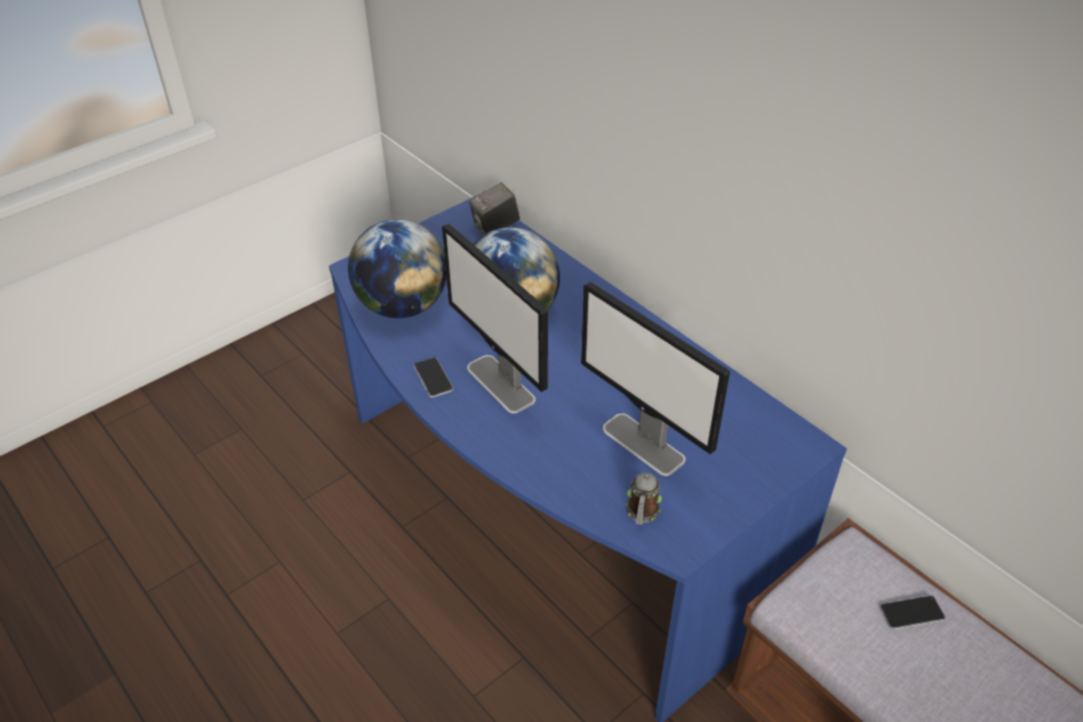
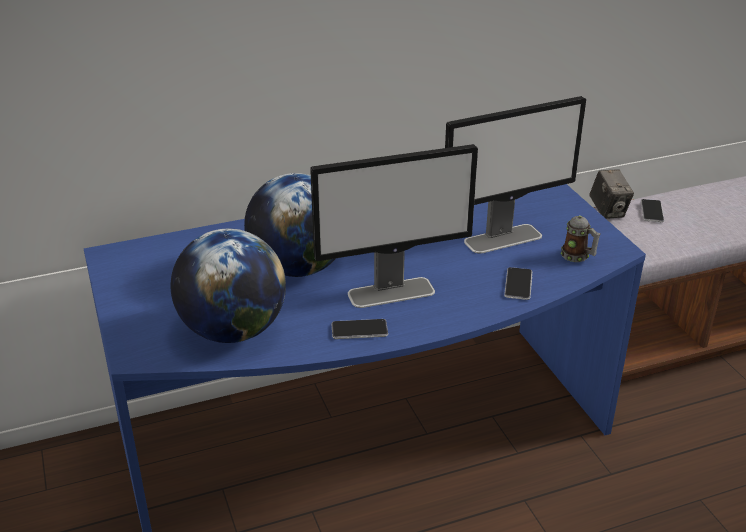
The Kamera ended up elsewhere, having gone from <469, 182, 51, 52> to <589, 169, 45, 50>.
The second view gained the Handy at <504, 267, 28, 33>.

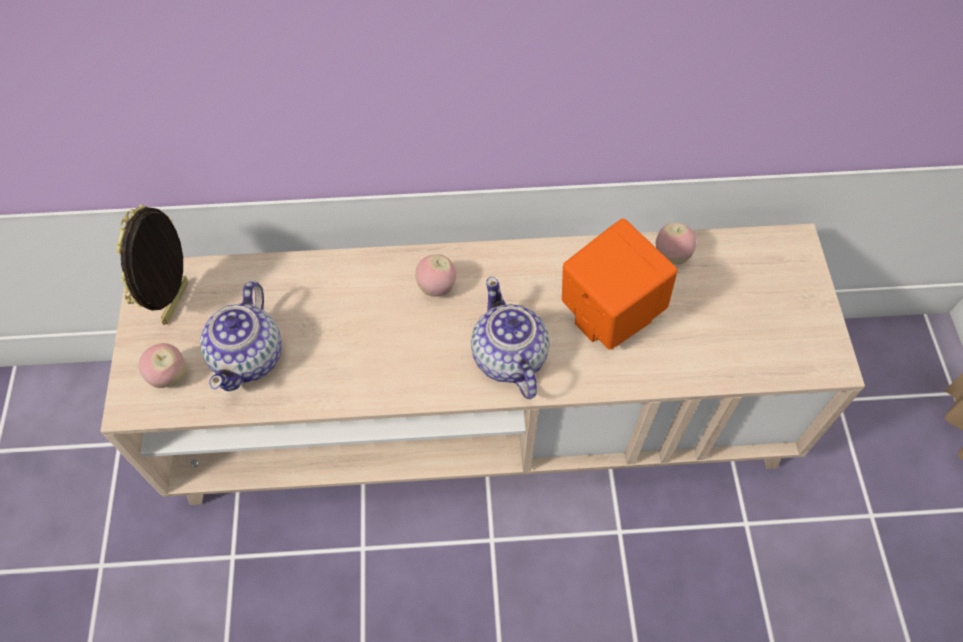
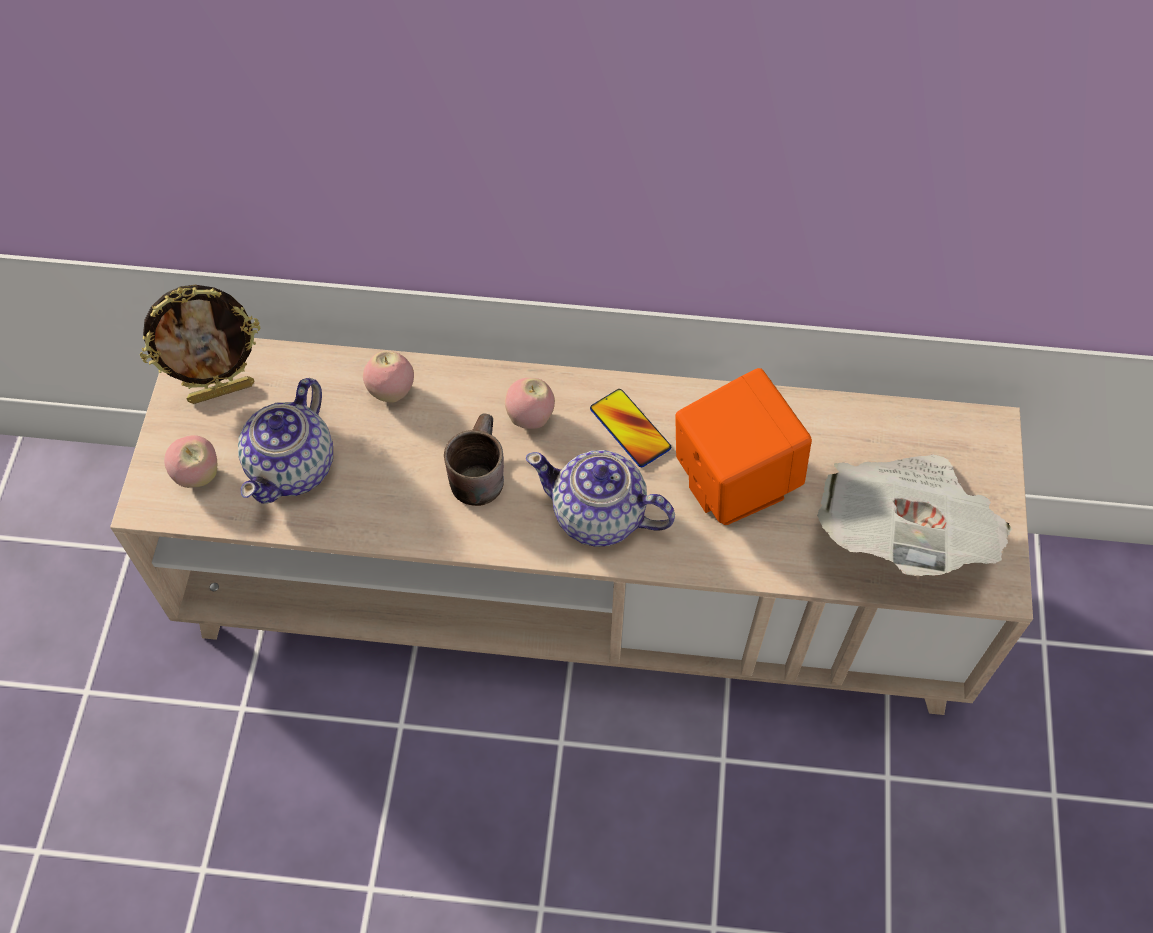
The Bilderrahmen at <116, 204, 72, 121> ended up facing another way, 135 degrees counterclockwise from before.
The Teekanne at <471, 277, 79, 122> ended up facing another way, 60 degrees counterclockwise from before.
The Apfel ended up elsewhere, having gone from <656, 223, 41, 41> to <363, 351, 51, 52>.
The second view gained the Henkelbecher [braun] at <444, 413, 60, 93>.
The second view gained the Handy at <590, 389, 81, 78>.
The second view gained the Zeitung at <817, 454, 195, 122>.

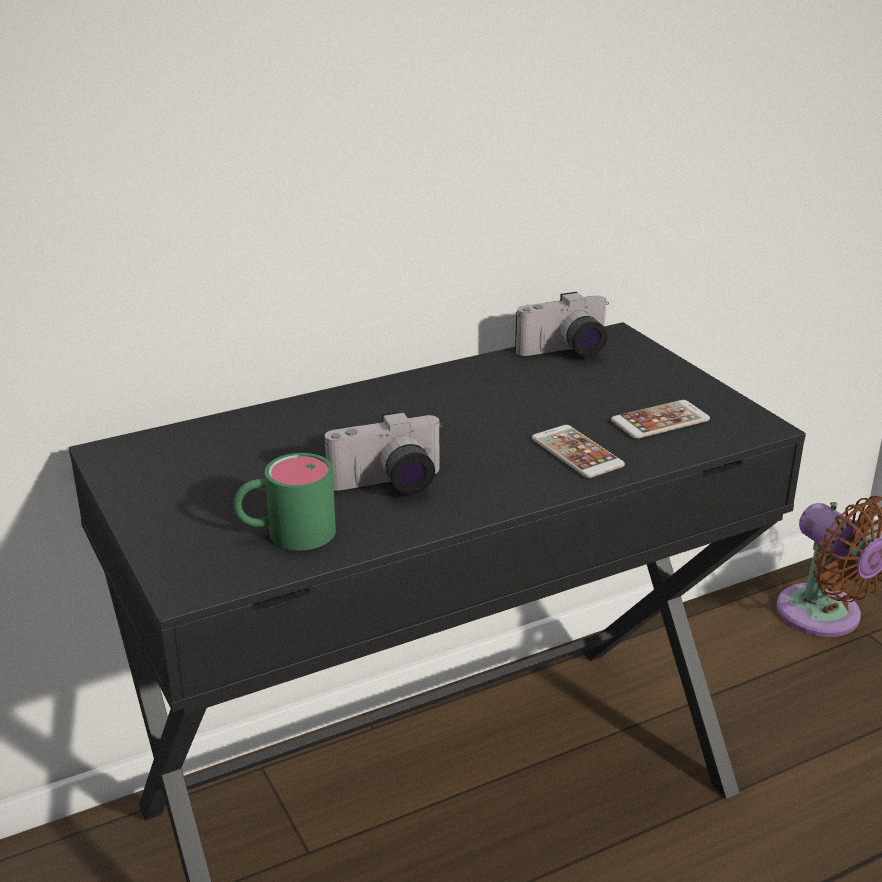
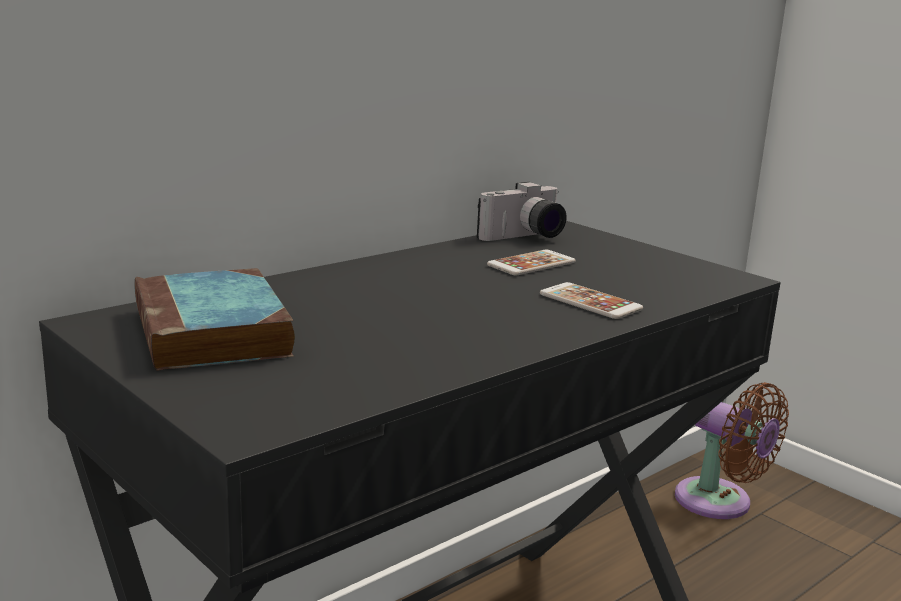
The second view lost the Henkelbecher [grün] at <233, 453, 103, 97>.
The second view lost the Kamera at <325, 411, 118, 83>.
The Handy ended up elsewhere, having gone from <611, 400, 99, 39> to <487, 250, 88, 25>.
The second view gained the Buch at <134, 268, 161, 103>.

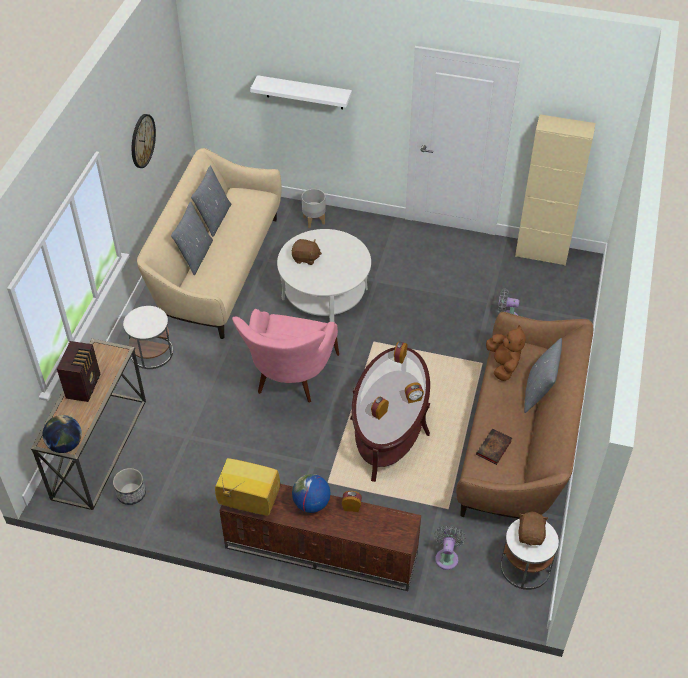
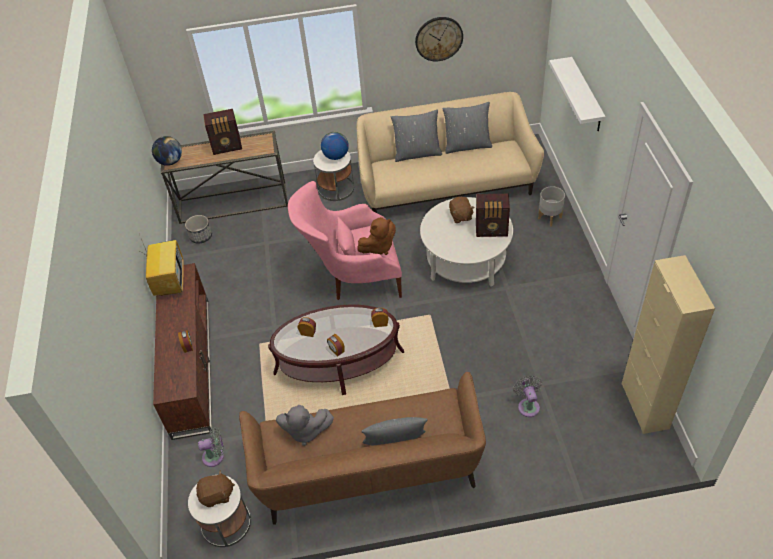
The Globus ended up elsewhere, having gone from <292, 474, 38, 39> to <321, 132, 28, 28>.
Where the Buch stood at <476, 428, 36, 37>, the Plüschtier [grau] came to stand at <276, 405, 58, 41>.
The Plüschtier [braun] ended up elsewhere, having gone from <486, 325, 40, 56> to <357, 217, 39, 38>.
The second view gained the Radio at <476, 194, 34, 43>.

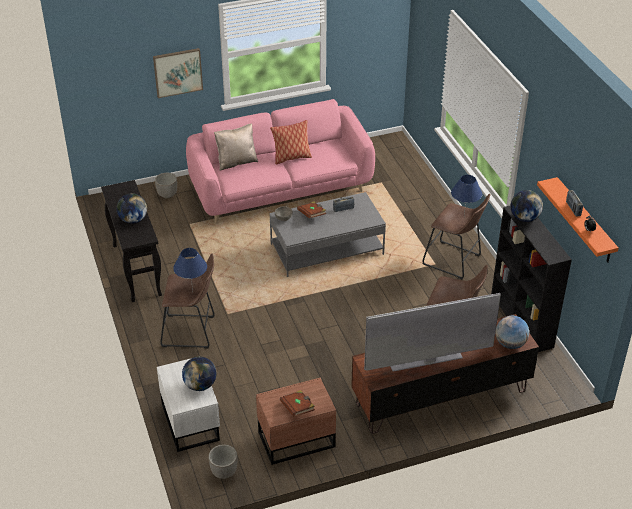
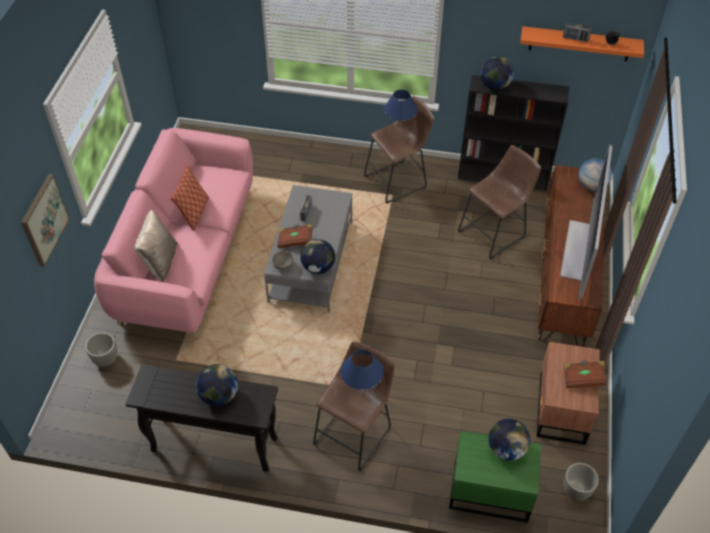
What was the Nachttisch [weiß] at <157, 356, 63, 96> turned into the Nachttisch [grün] at <449, 431, 92, 92>.
The second view gained the Globus at <300, 239, 35, 35>.

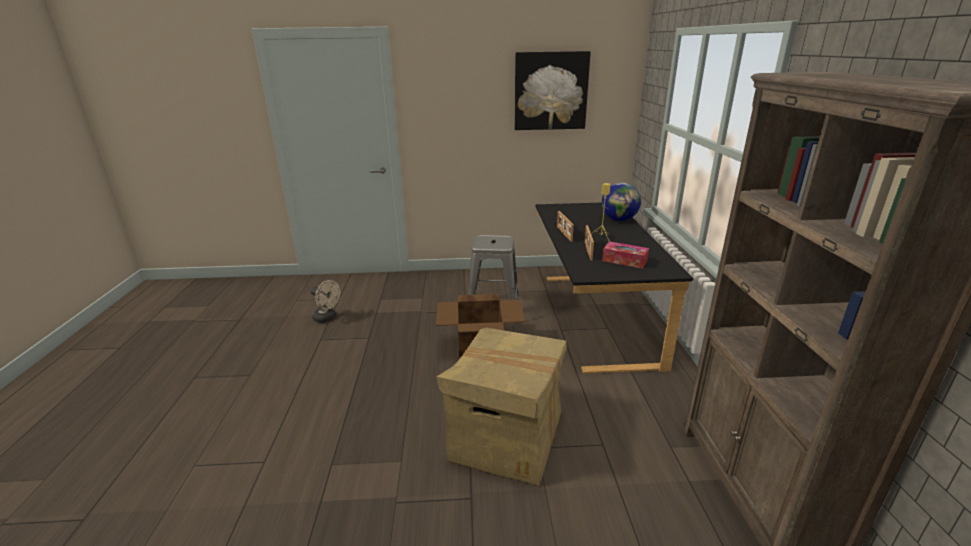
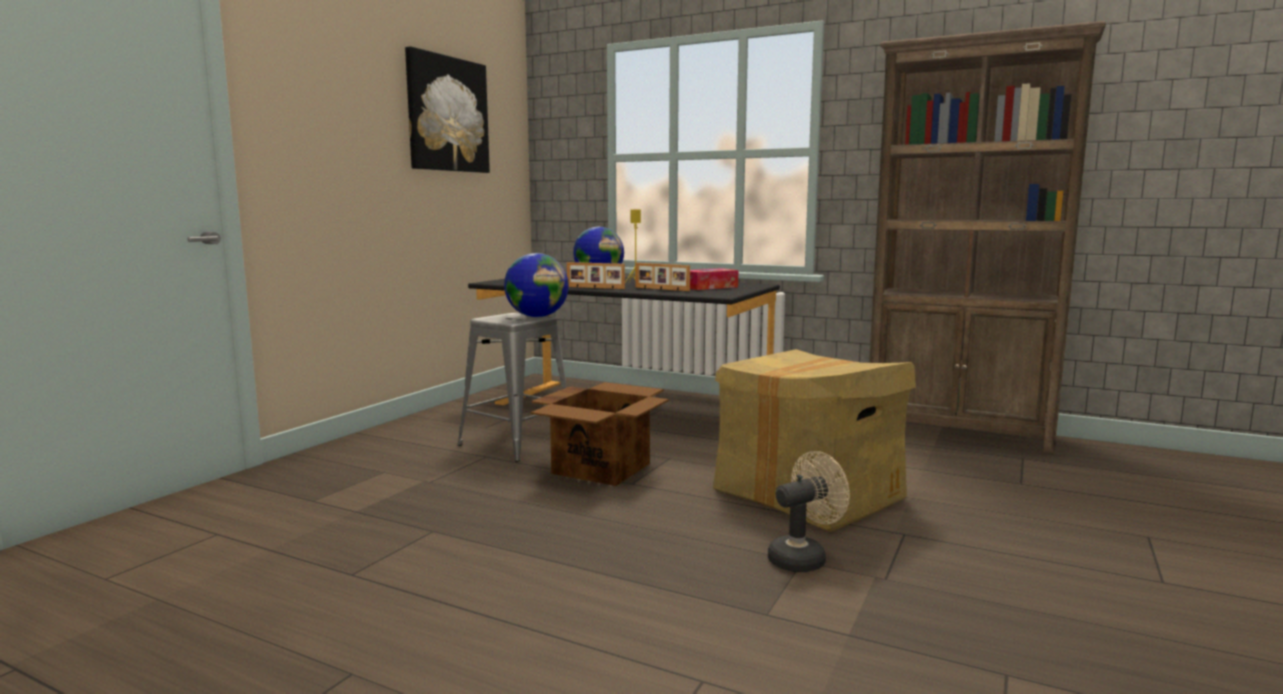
The Ventilator [beige] ended up elsewhere, having gone from <311, 280, 29, 43> to <768, 451, 82, 121>.
The second view gained the Globus at <504, 253, 65, 64>.

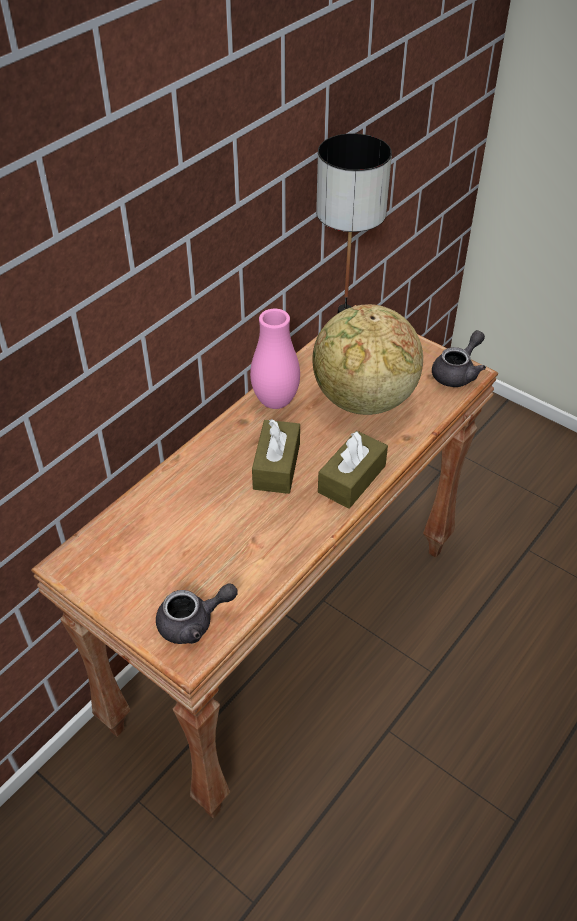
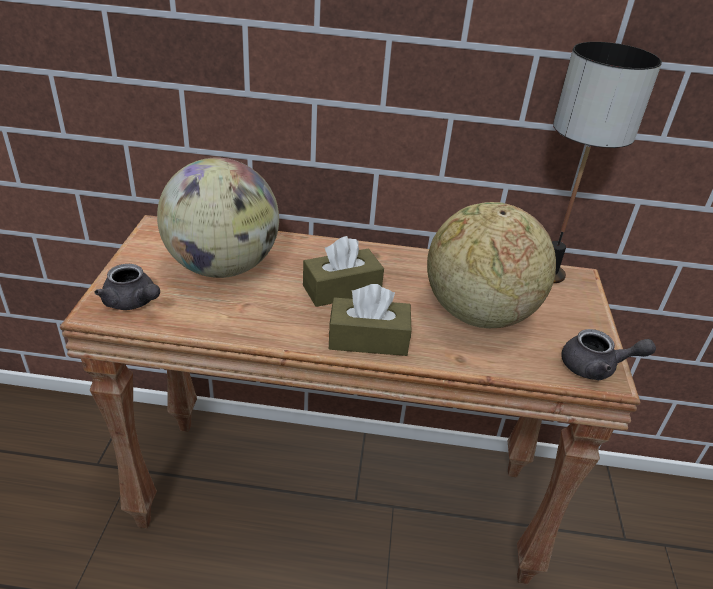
The second view lost the Vase [rosa] at <250, 309, 50, 100>.
The second view gained the Globus at <157, 158, 122, 120>.

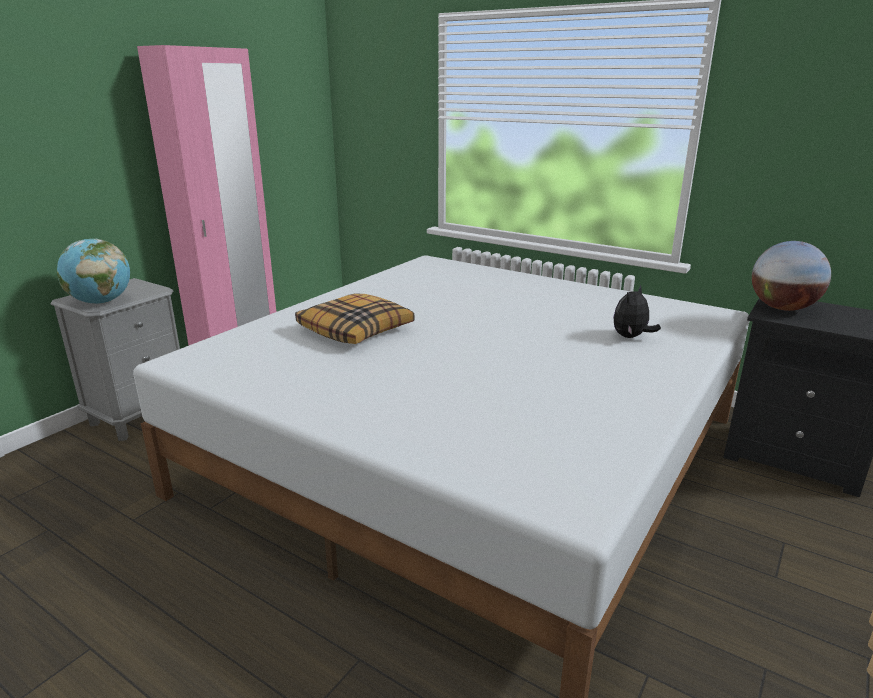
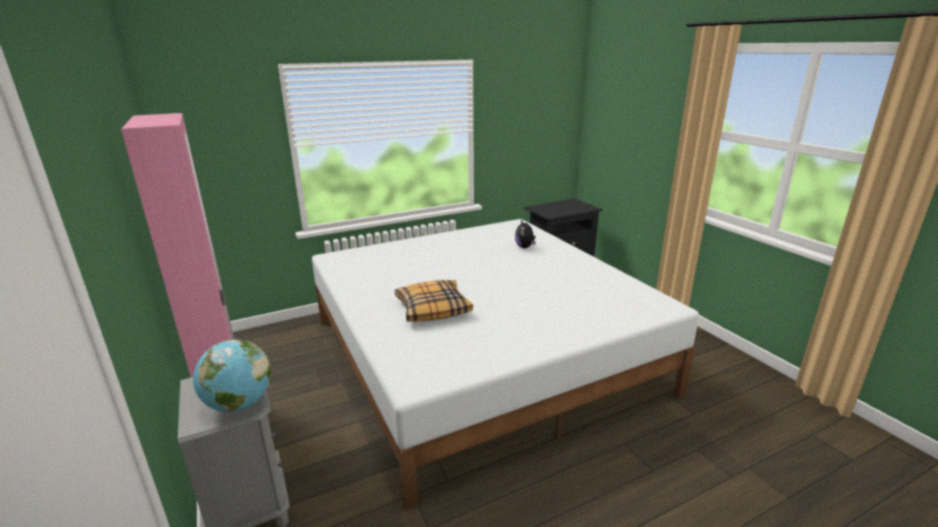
The second view lost the Globus at <752, 241, 79, 70>.

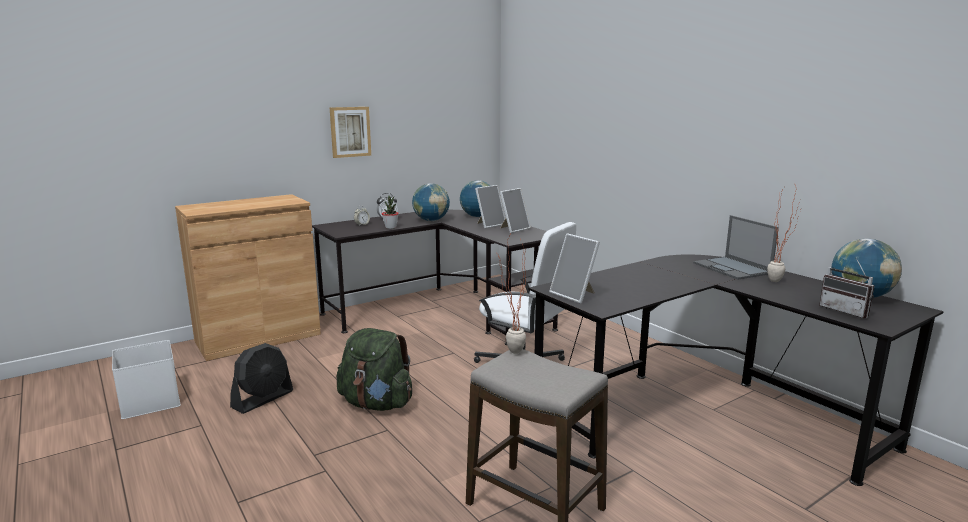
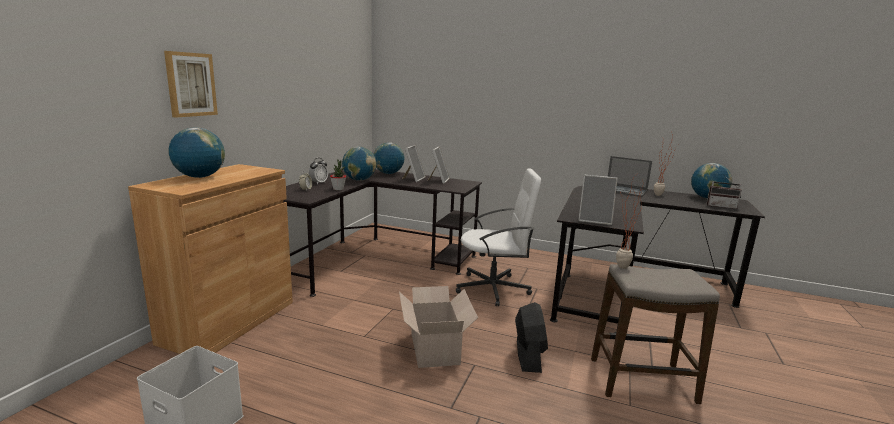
The Ventilator [schwarz] ended up elsewhere, having gone from <230, 343, 63, 71> to <515, 302, 33, 71>.
The Bild ended up elsewhere, having gone from <330, 107, 41, 51> to <164, 51, 54, 67>.
Where the Rucksack [grün] stood at <337, 328, 75, 83>, the Karton came to stand at <399, 286, 79, 82>.
The second view gained the Globus at <168, 128, 57, 50>.

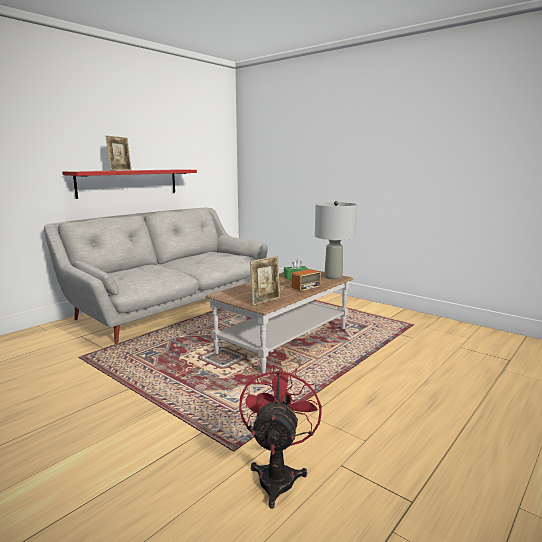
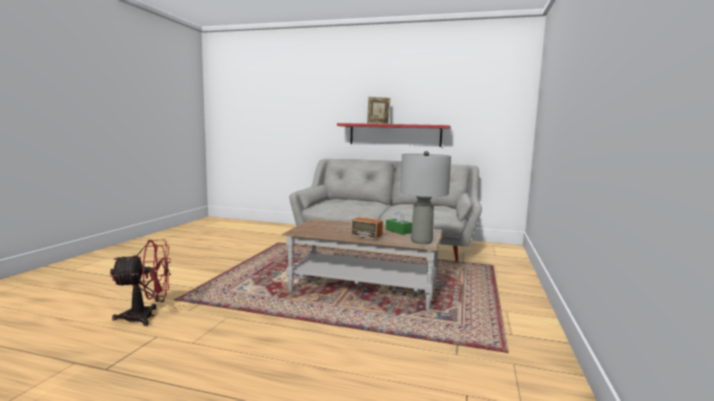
The second view lost the Bilderrahmen at <250, 256, 30, 50>.

